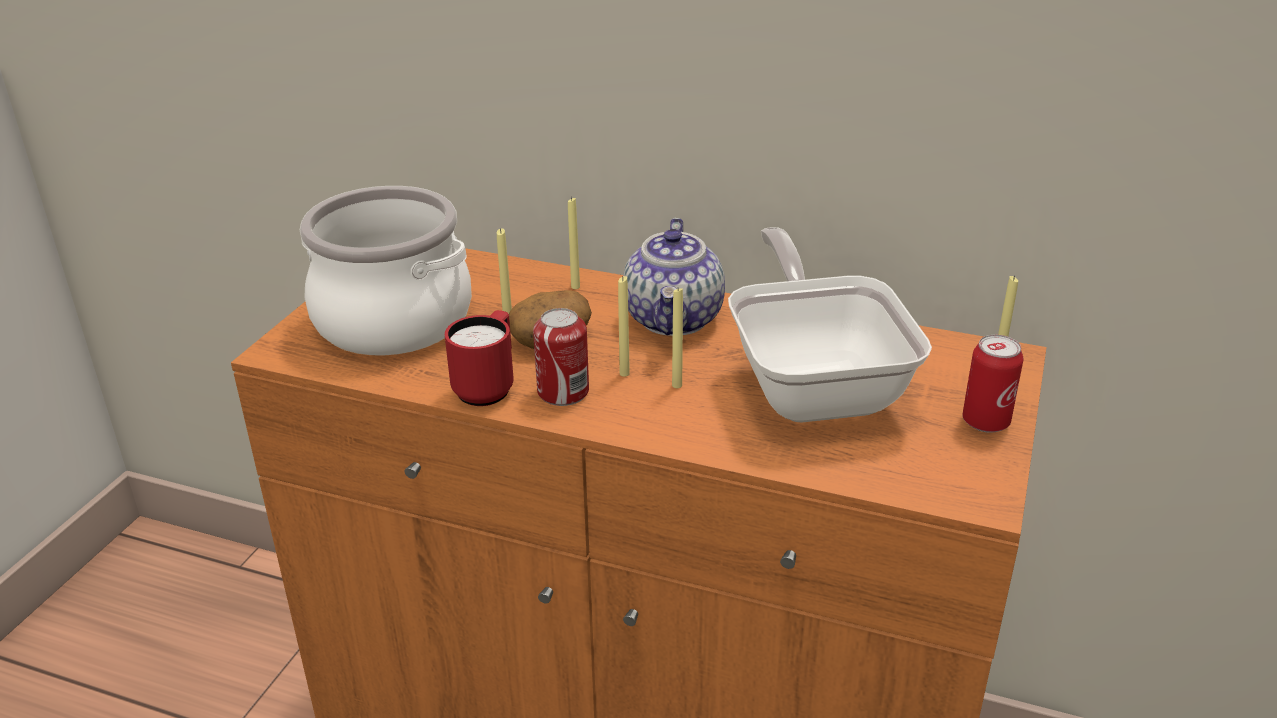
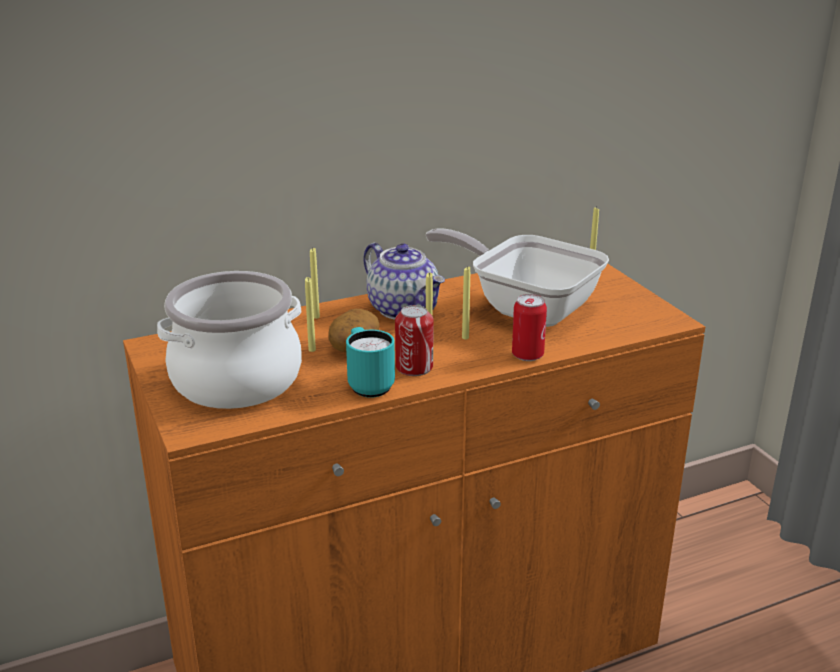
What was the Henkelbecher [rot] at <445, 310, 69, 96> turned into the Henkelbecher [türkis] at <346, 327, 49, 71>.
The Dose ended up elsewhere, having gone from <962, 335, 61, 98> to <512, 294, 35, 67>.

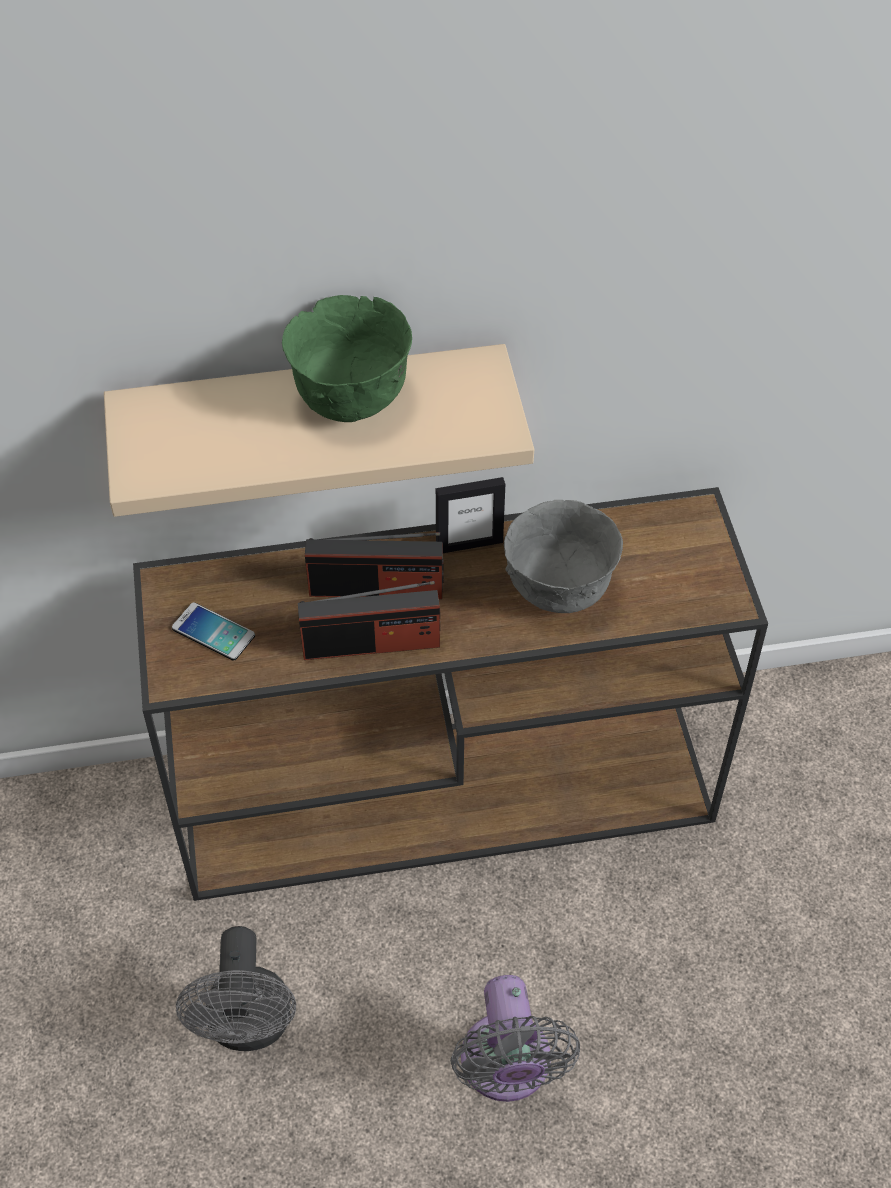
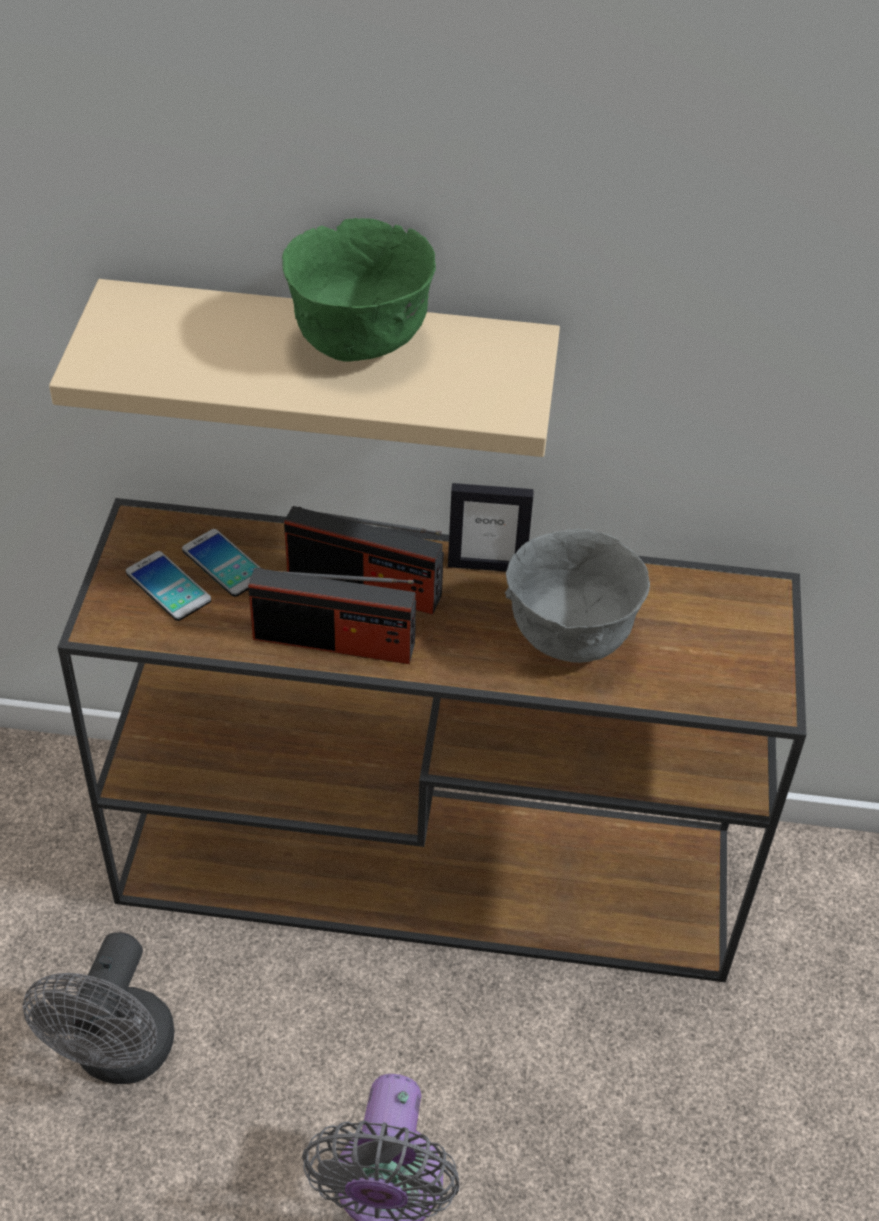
The second view gained the Handy at <182, 529, 79, 68>.

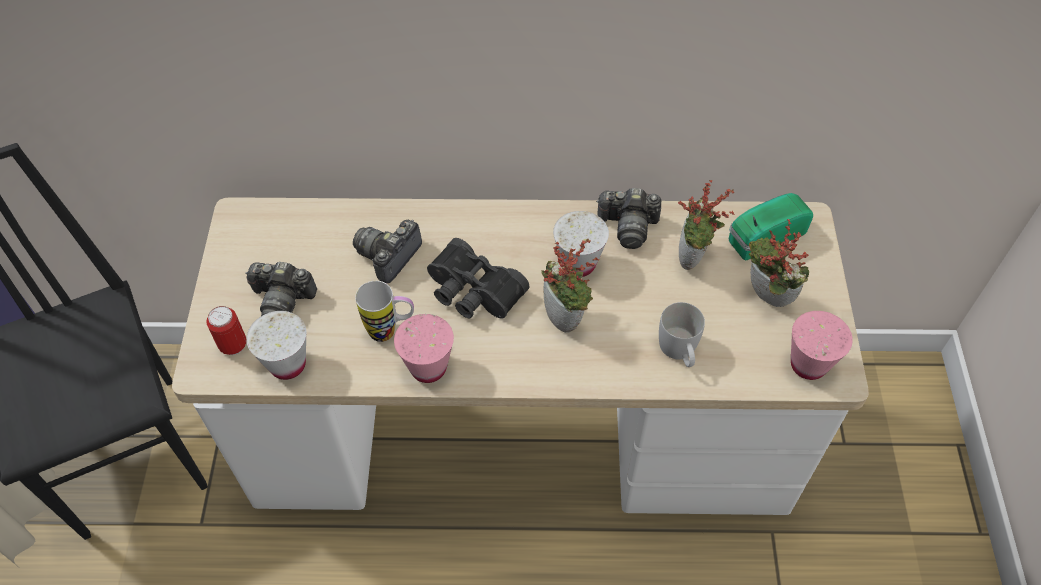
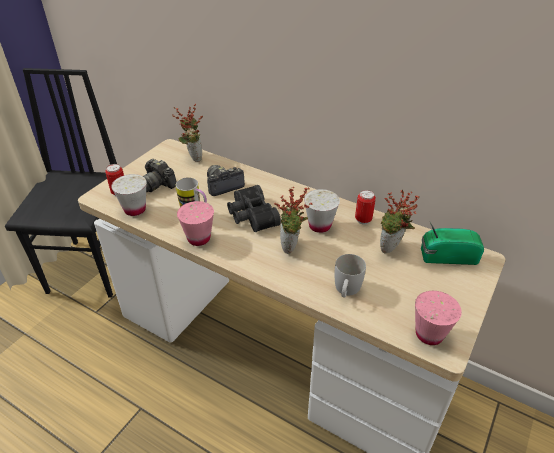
Where the Kamera stood at <596, 188, 65, 61>, the Dose came to stand at <355, 190, 21, 35>.
The Topfpflanze ended up elsewhere, having gone from <749, 219, 60, 88> to <172, 104, 31, 58>.

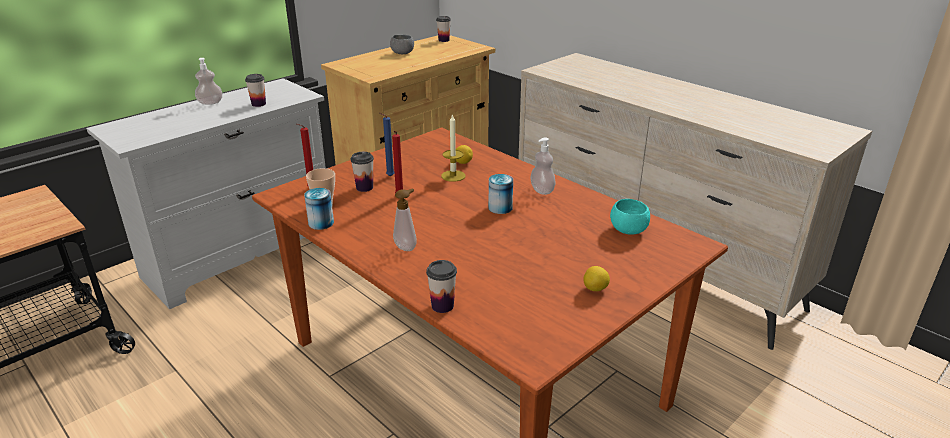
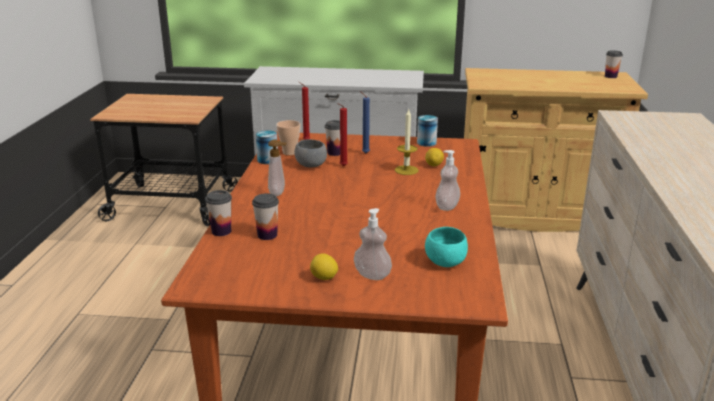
The Seifenspender ended up elsewhere, having gone from <195, 58, 28, 47> to <354, 208, 38, 72>.
The Tasse ended up elsewhere, having gone from <245, 74, 21, 33> to <252, 193, 27, 47>.
The Schüssel [grau] ended up elsewhere, having gone from <390, 34, 24, 20> to <294, 139, 33, 29>.
The Dose ended up elsewhere, having gone from <488, 174, 25, 40> to <417, 115, 21, 32>.

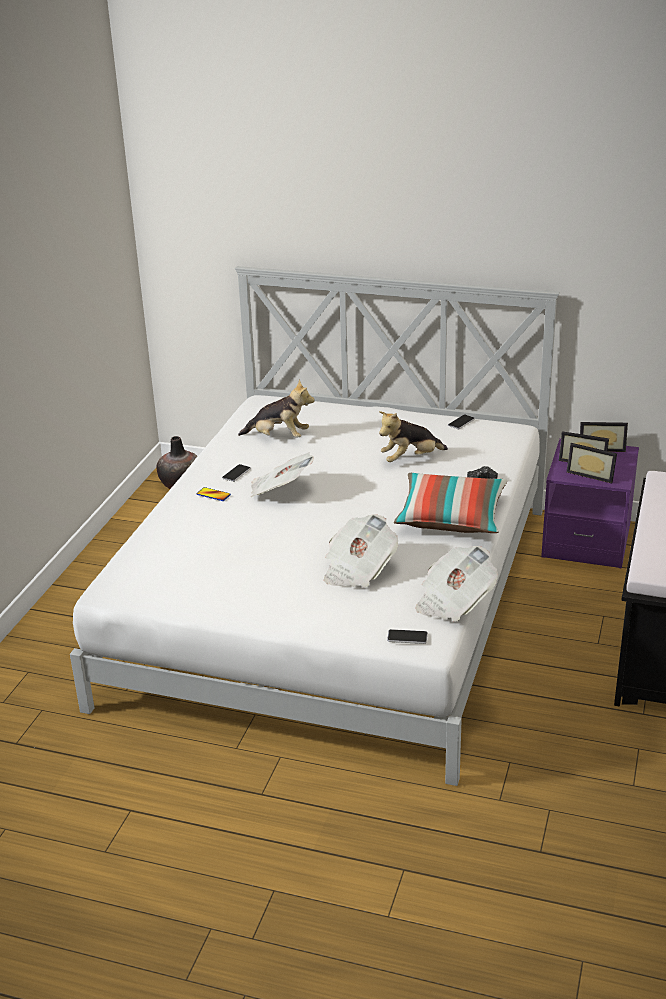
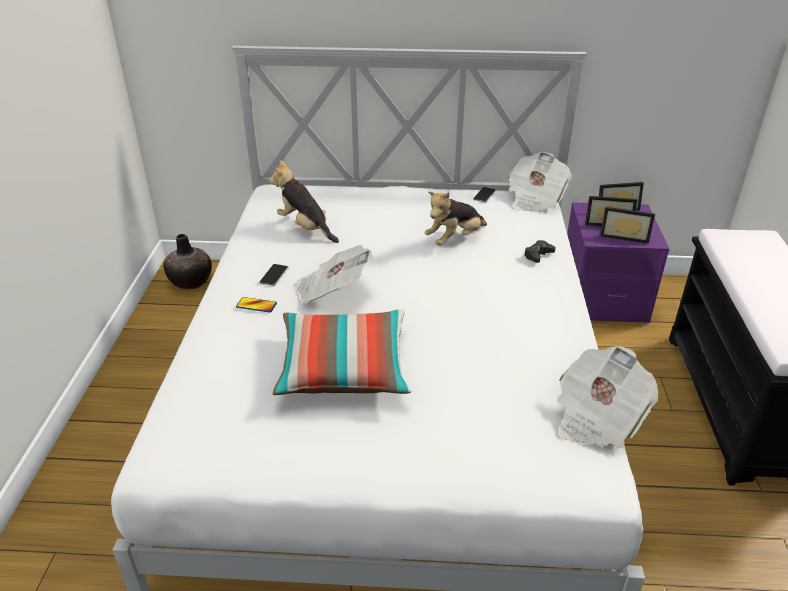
The Plüschtier at <238, 380, 77, 58> ended up facing another way, 135 degrees counterclockwise from before.
The Zeitung ended up elsewhere, having gone from <324, 514, 74, 73> to <508, 152, 64, 59>.
The second view lost the Handy at <387, 629, 41, 15>.
The Kissen ended up elsewhere, having gone from <394, 473, 113, 60> to <273, 309, 138, 86>.

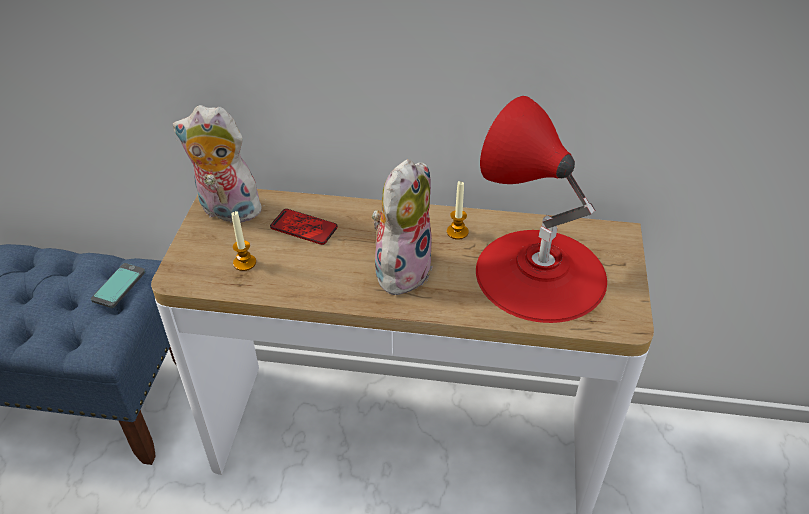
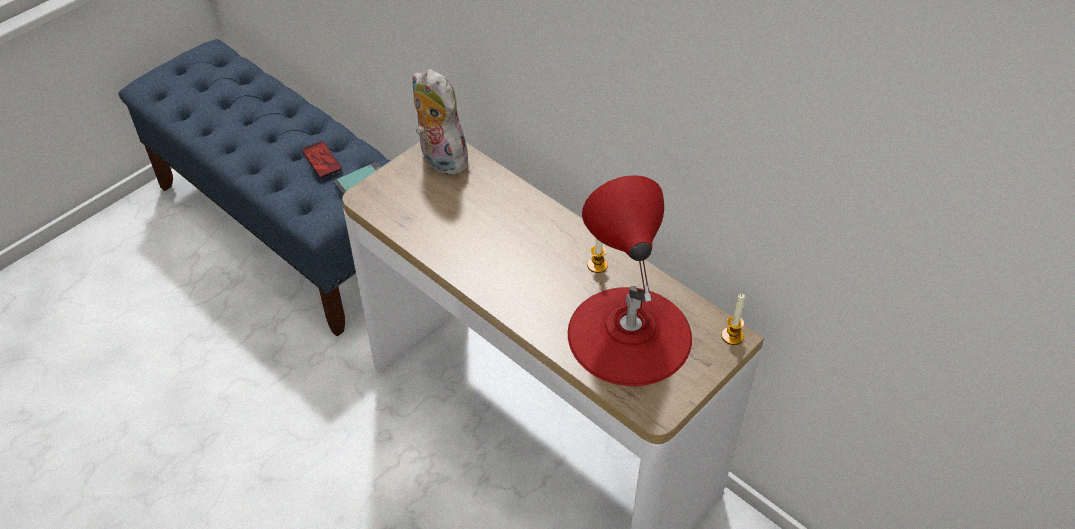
The Kerze ended up elsewhere, having gone from <231, 211, 25, 60> to <721, 294, 24, 51>.
The Handy ended up elsewhere, having gone from <270, 209, 68, 36> to <302, 141, 40, 37>.
The second view lost the Plüschtier at <372, 159, 61, 136>.

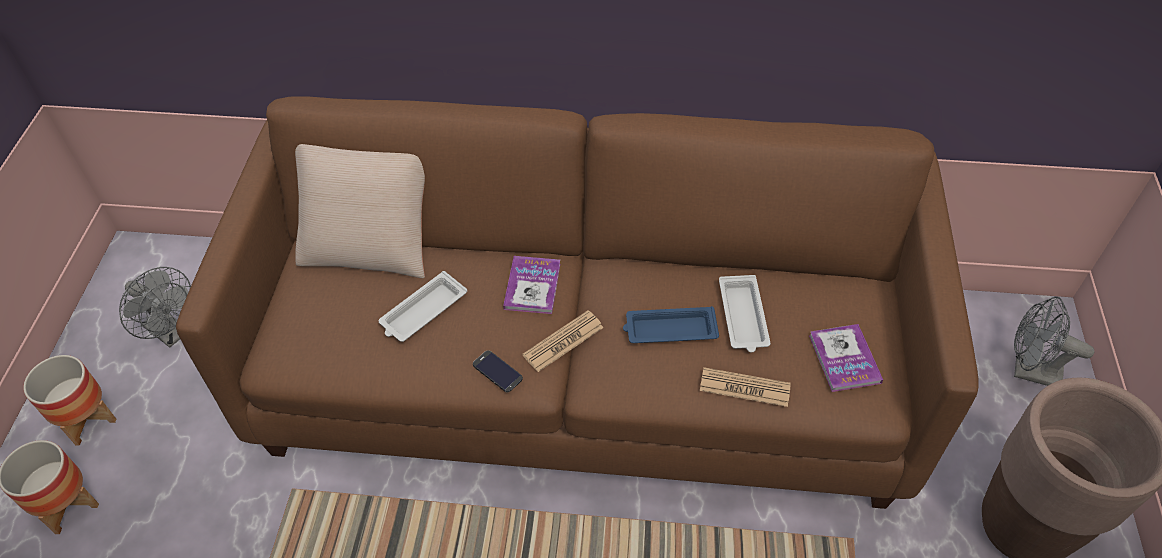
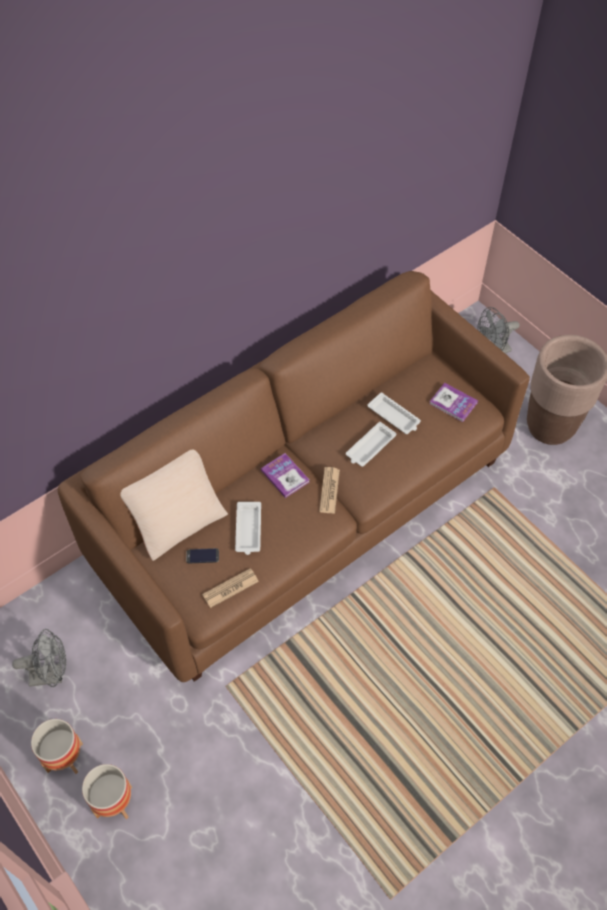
The Handy ended up elsewhere, having gone from <473, 350, 50, 42> to <186, 548, 33, 15>.
What was the Tablett [blau] at <623, 306, 96, 37> turned into the Tablett [weiß] at <346, 422, 50, 45>.
The Zeitung ended up elsewhere, having gone from <700, 367, 91, 40> to <202, 568, 57, 40>.

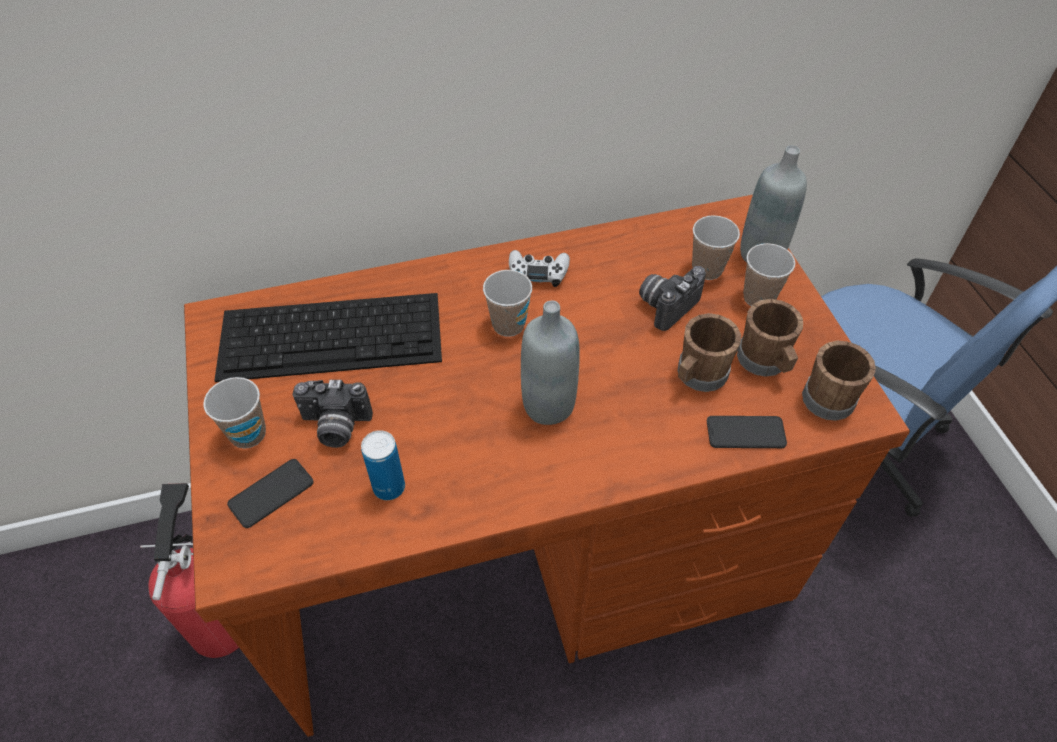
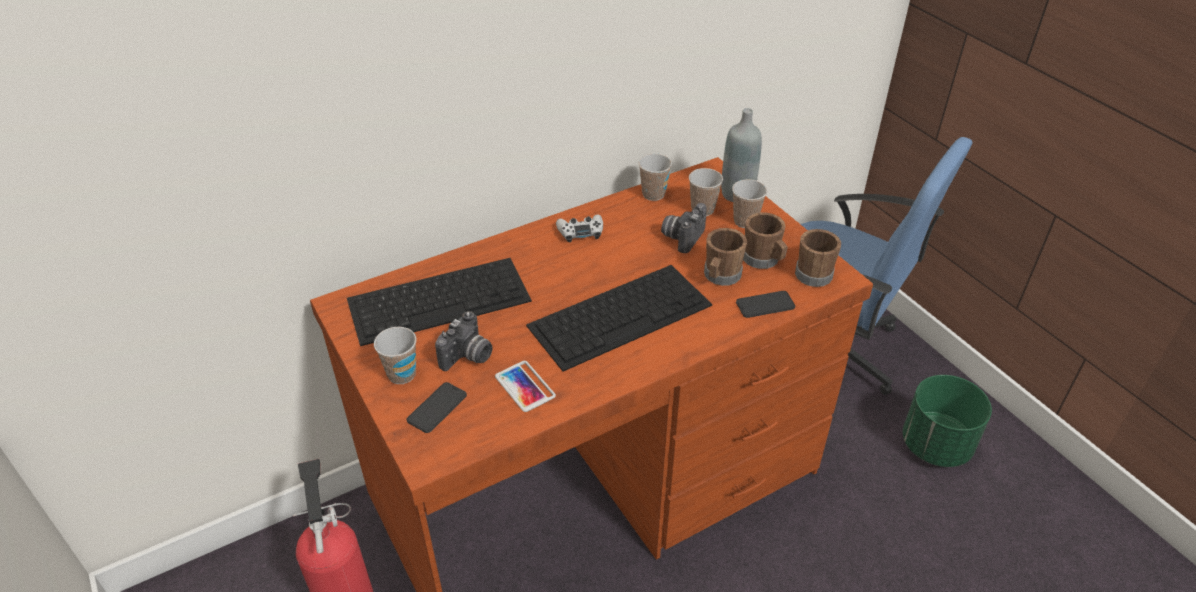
The Kamera at <292, 380, 81, 68> ended up facing another way, 45 degrees counterclockwise from before.
Where the Dose stood at <361, 430, 44, 70>, the Handy came to stand at <495, 361, 61, 51>.
The Tasse ended up elsewhere, having gone from <483, 270, 49, 67> to <638, 153, 34, 48>.
Where the Flasche [grau] stood at <521, 300, 59, 125>, the Tastatur came to stand at <526, 265, 186, 106>.
The second view gained the Pflanzkübel [grün] at <903, 375, 89, 92>.

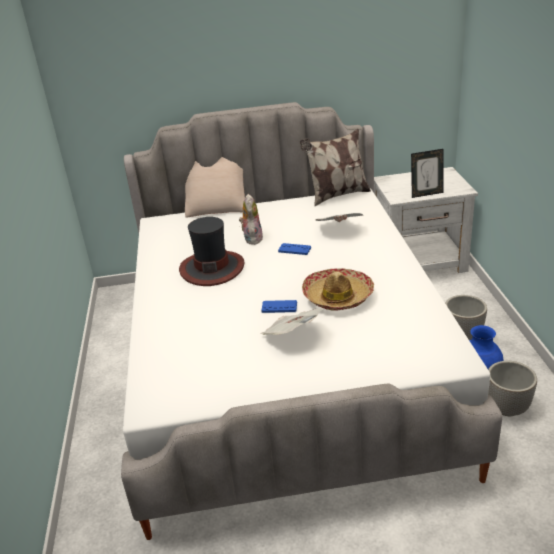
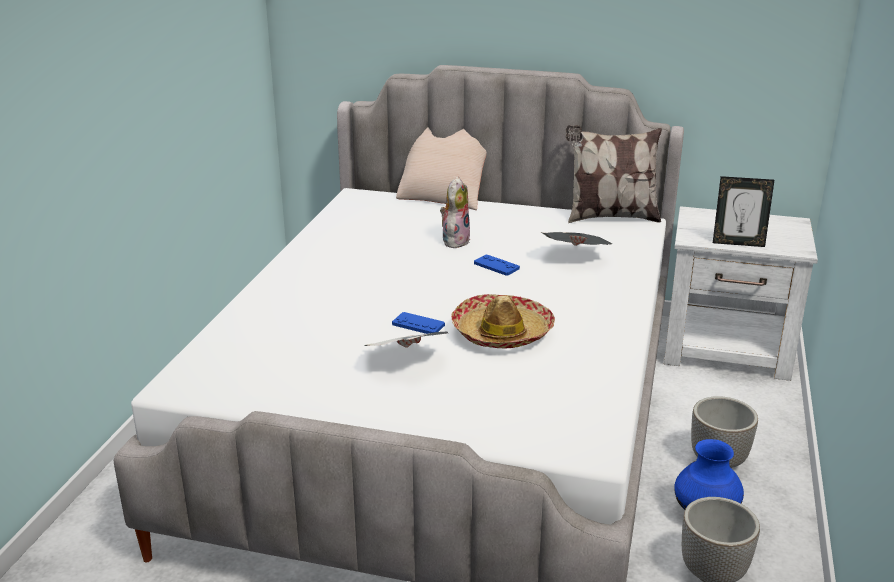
The second view lost the Hut at <179, 217, 66, 69>.

